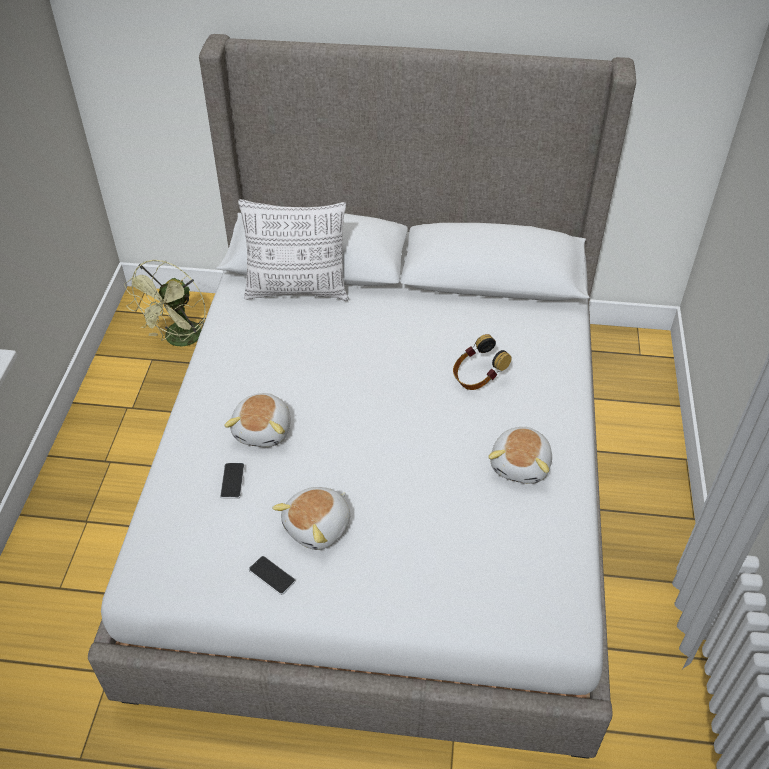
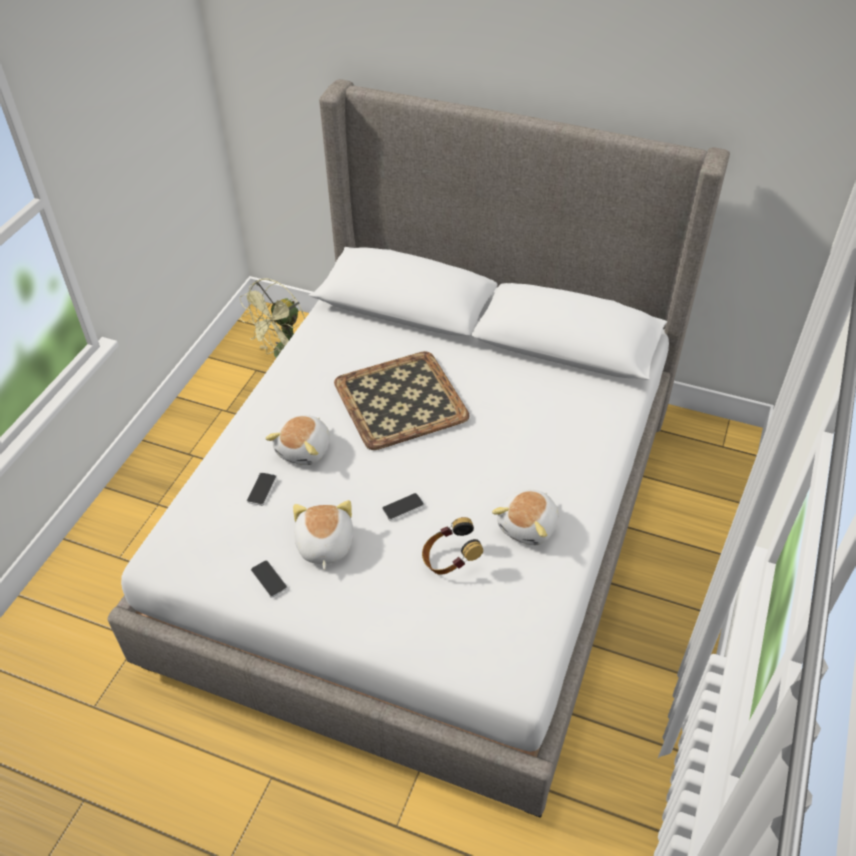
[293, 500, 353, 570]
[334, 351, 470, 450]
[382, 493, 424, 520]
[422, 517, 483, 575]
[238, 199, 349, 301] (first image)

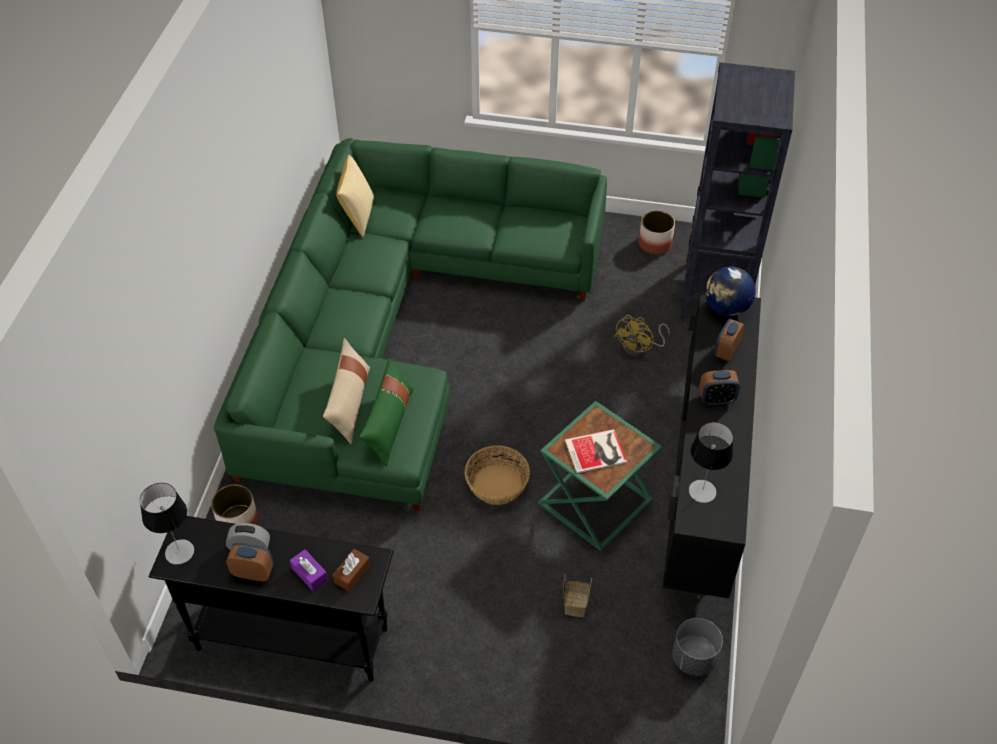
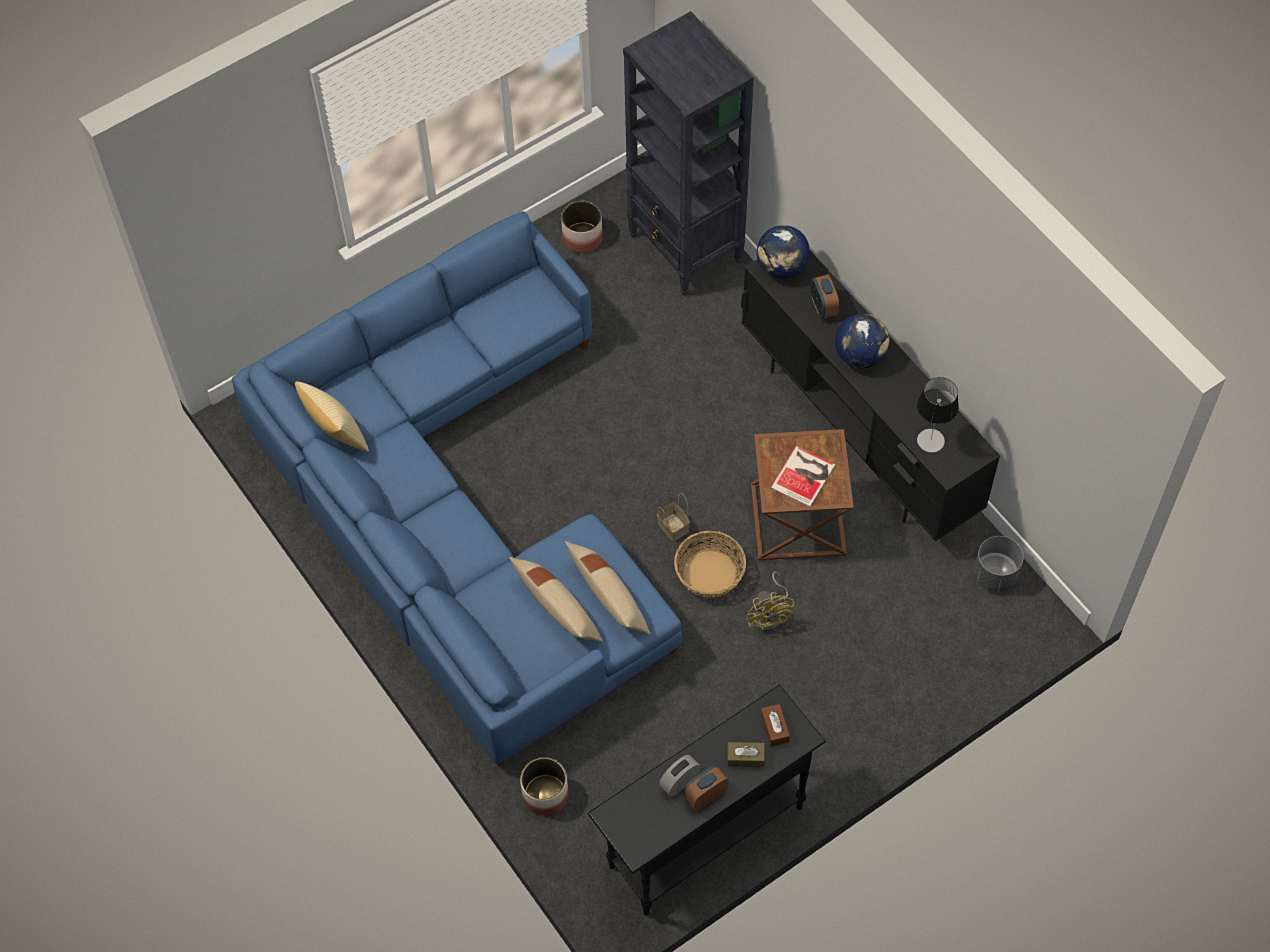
[232, 211, 682, 767]
[565, 541, 650, 634]
[657, 493, 690, 541]
[727, 742, 765, 767]
[746, 571, 795, 631]
[751, 429, 854, 560]
[835, 314, 890, 368]
[140, 483, 194, 565] (first image)

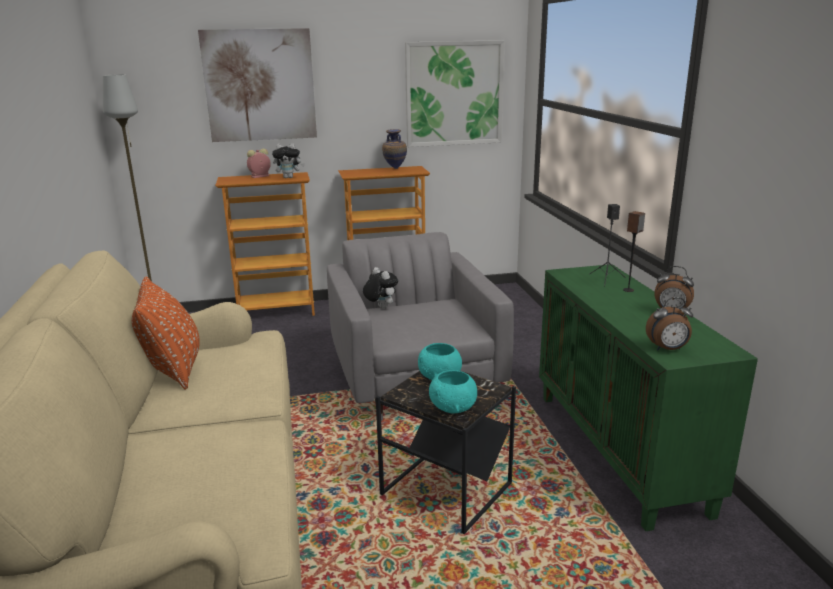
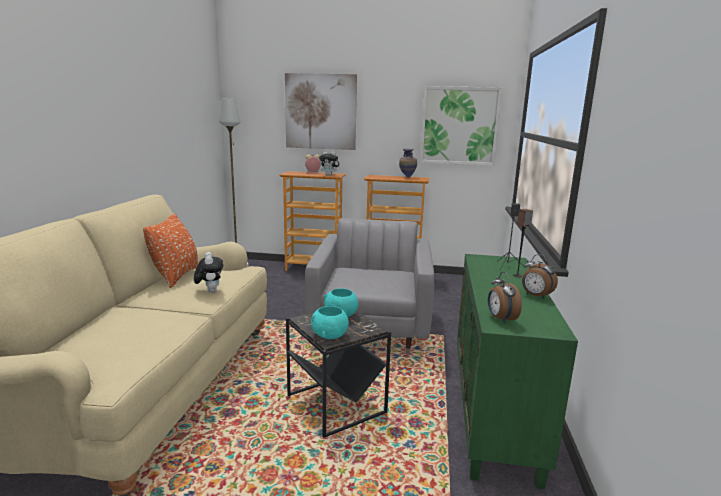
[194, 252, 223, 293]
[488, 272, 522, 324]

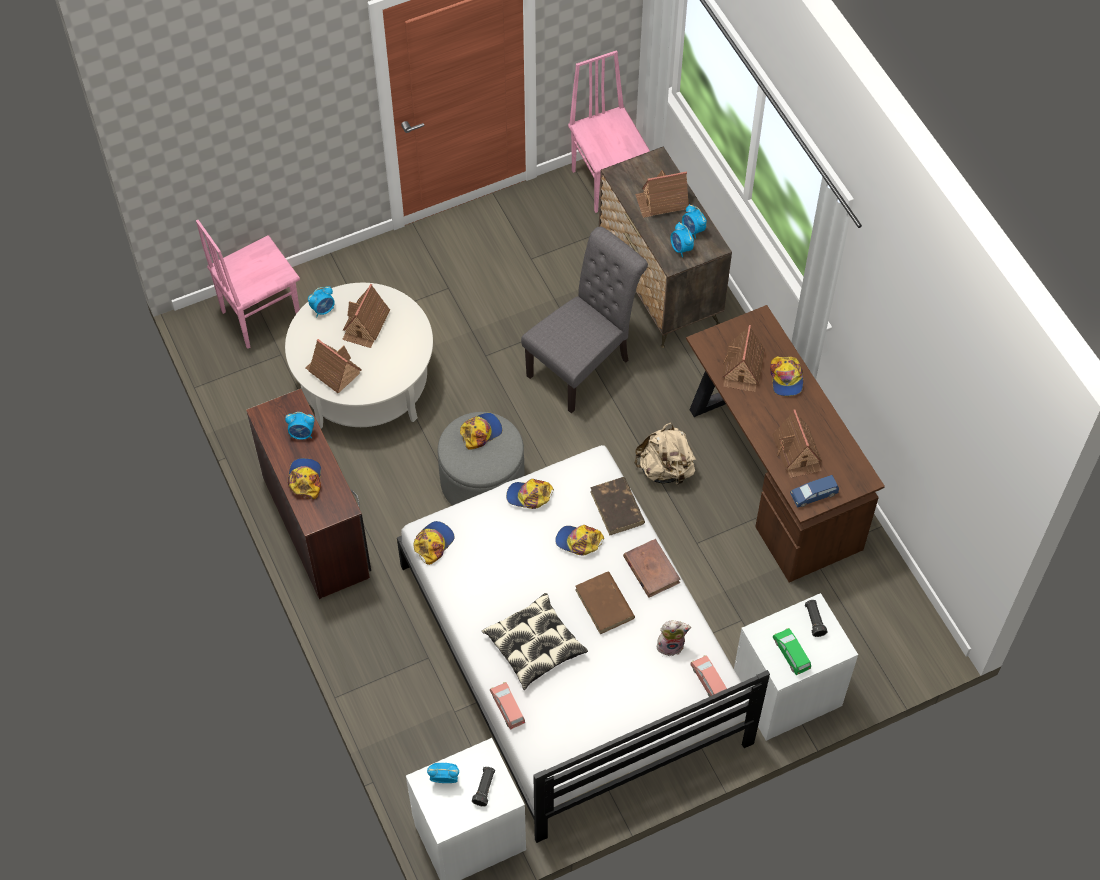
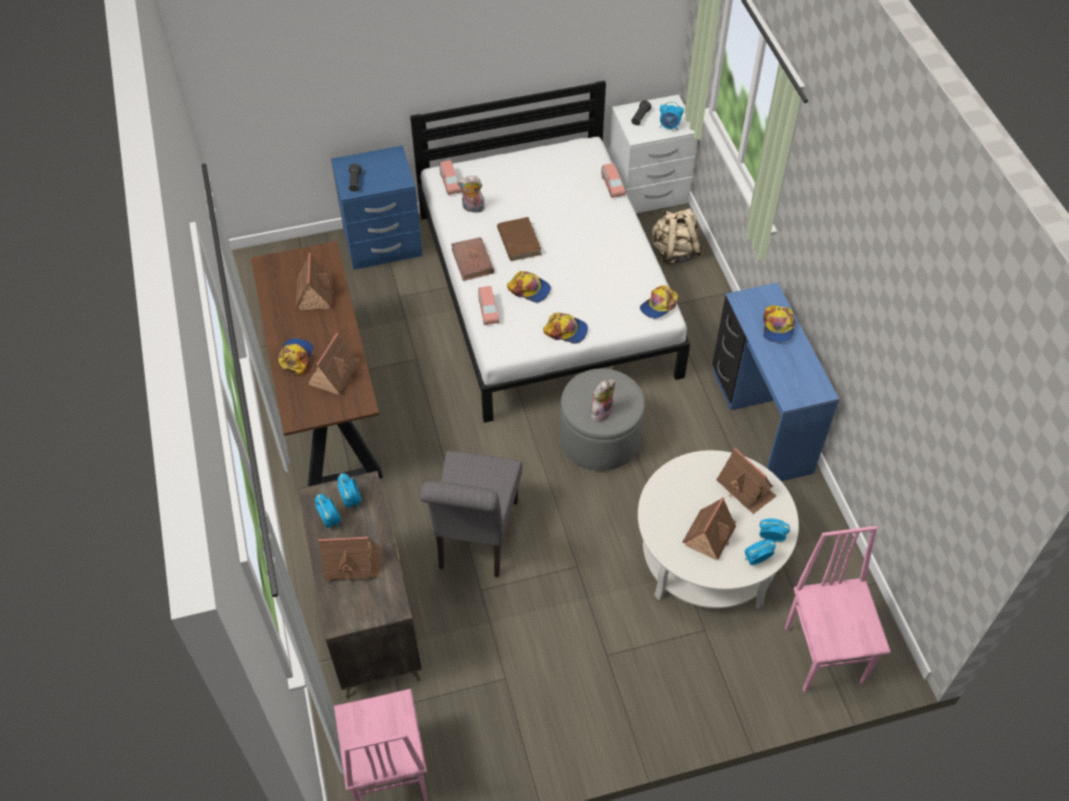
[331, 145, 423, 270]
[420, 451, 522, 578]
[478, 286, 499, 325]
[590, 380, 615, 422]
[652, 208, 703, 265]
[712, 282, 839, 481]
[760, 519, 790, 542]
[785, 526, 891, 692]
[482, 593, 588, 690] (first image)
[773, 628, 811, 675] (first image)
[790, 475, 839, 508] (first image)

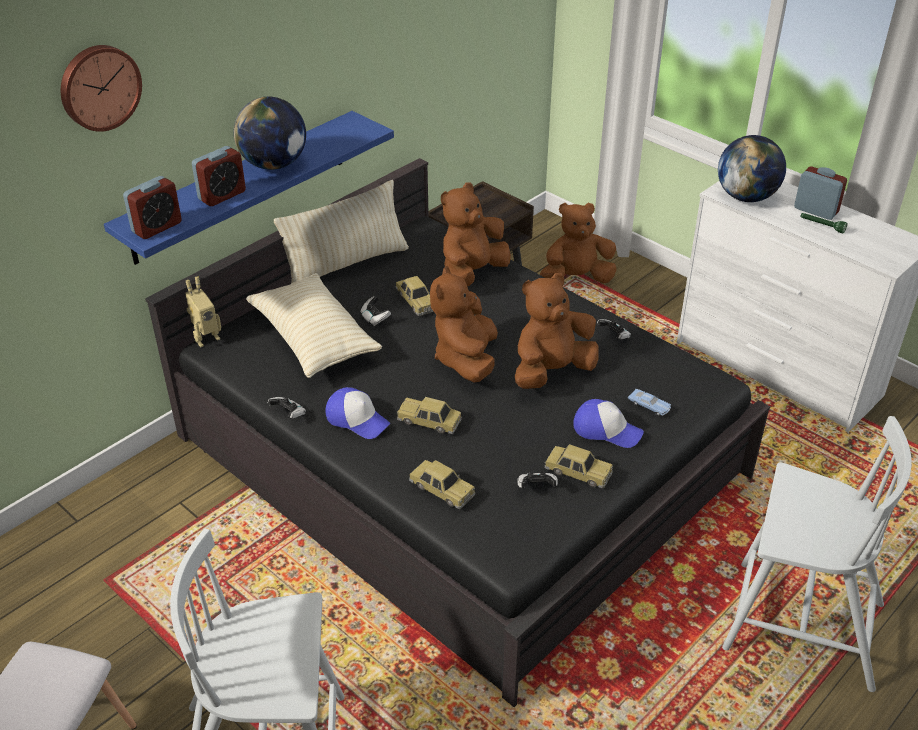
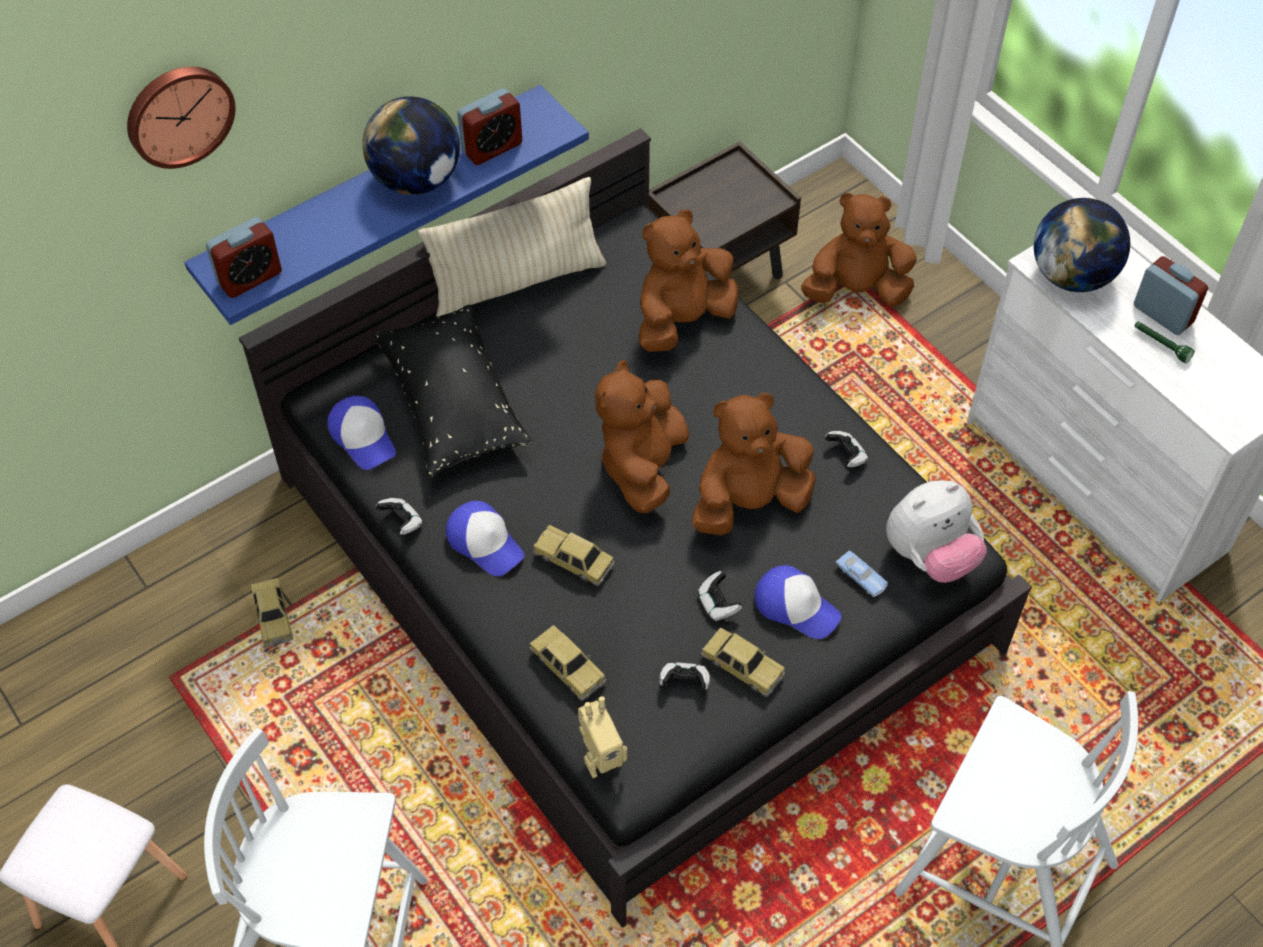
[251, 578, 293, 647]
[327, 396, 396, 470]
[373, 305, 533, 478]
[457, 88, 522, 165]
[578, 696, 627, 778]
[698, 571, 742, 621]
[886, 481, 987, 583]

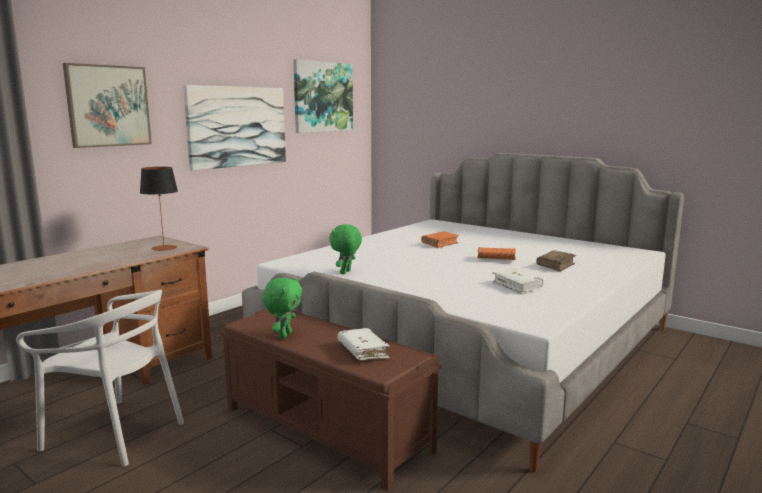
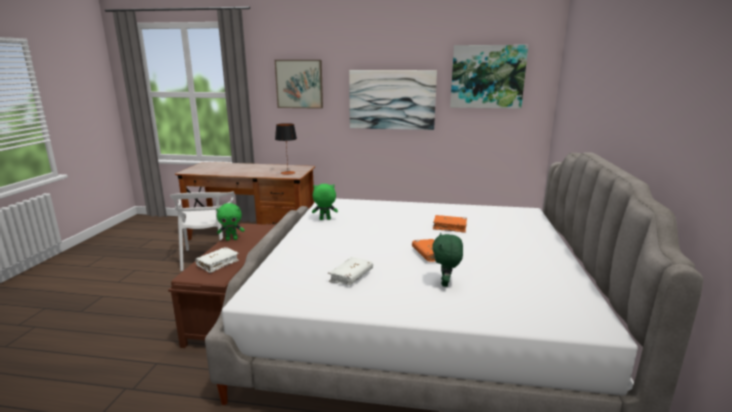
[432, 233, 463, 287]

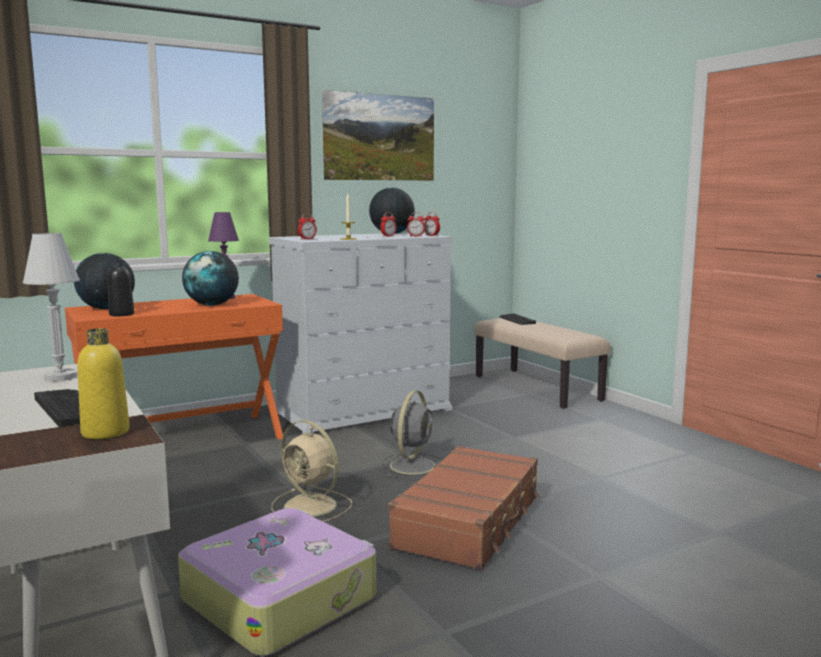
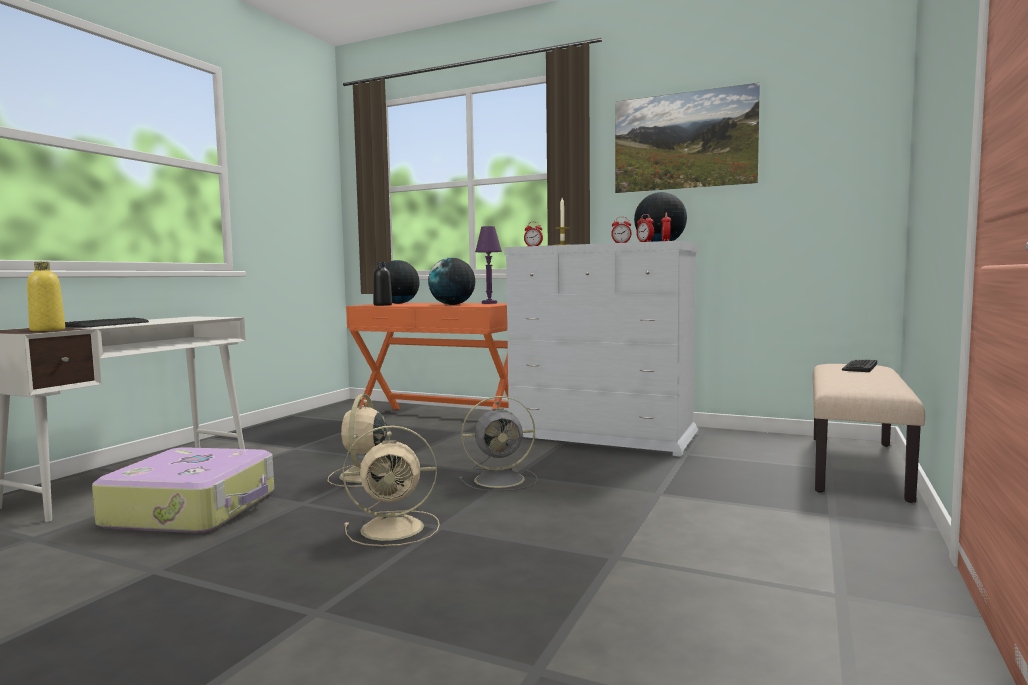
[343, 425, 440, 546]
[23, 233, 80, 381] (first image)

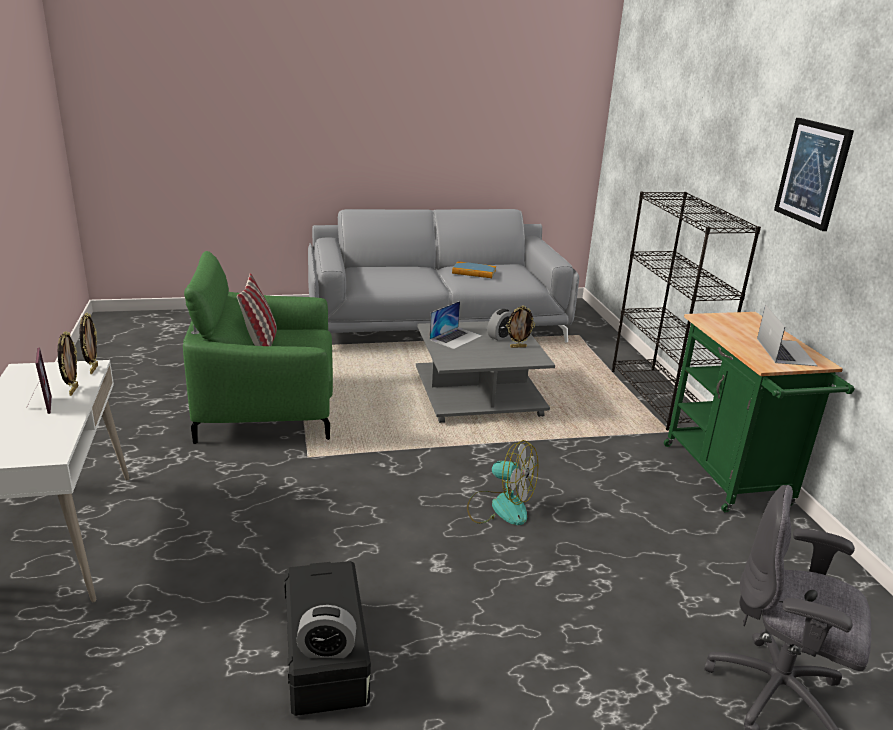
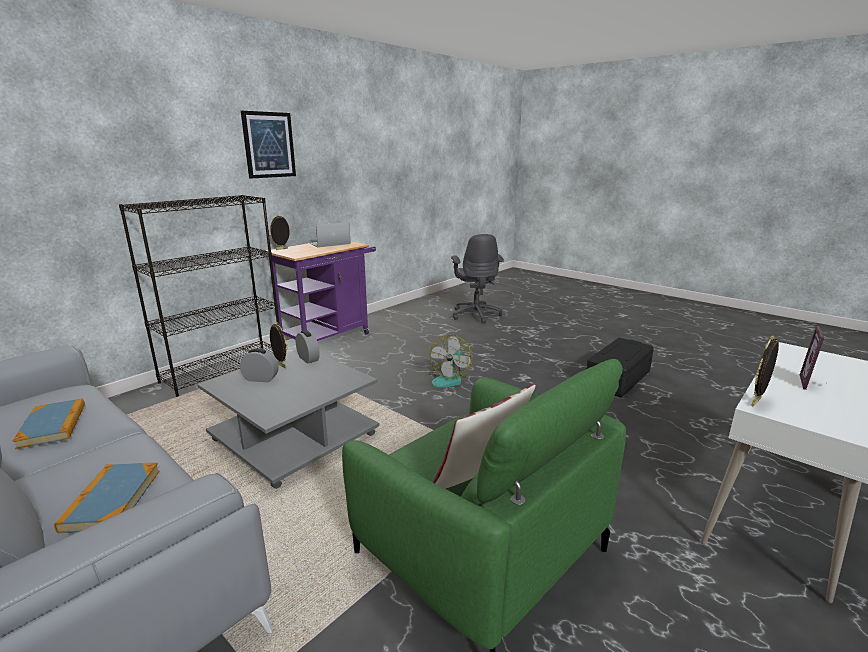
[54, 463, 159, 533]
[264, 241, 376, 341]
[269, 215, 290, 250]
[296, 330, 320, 364]
[429, 334, 473, 388]
[429, 301, 482, 349] (first image)

